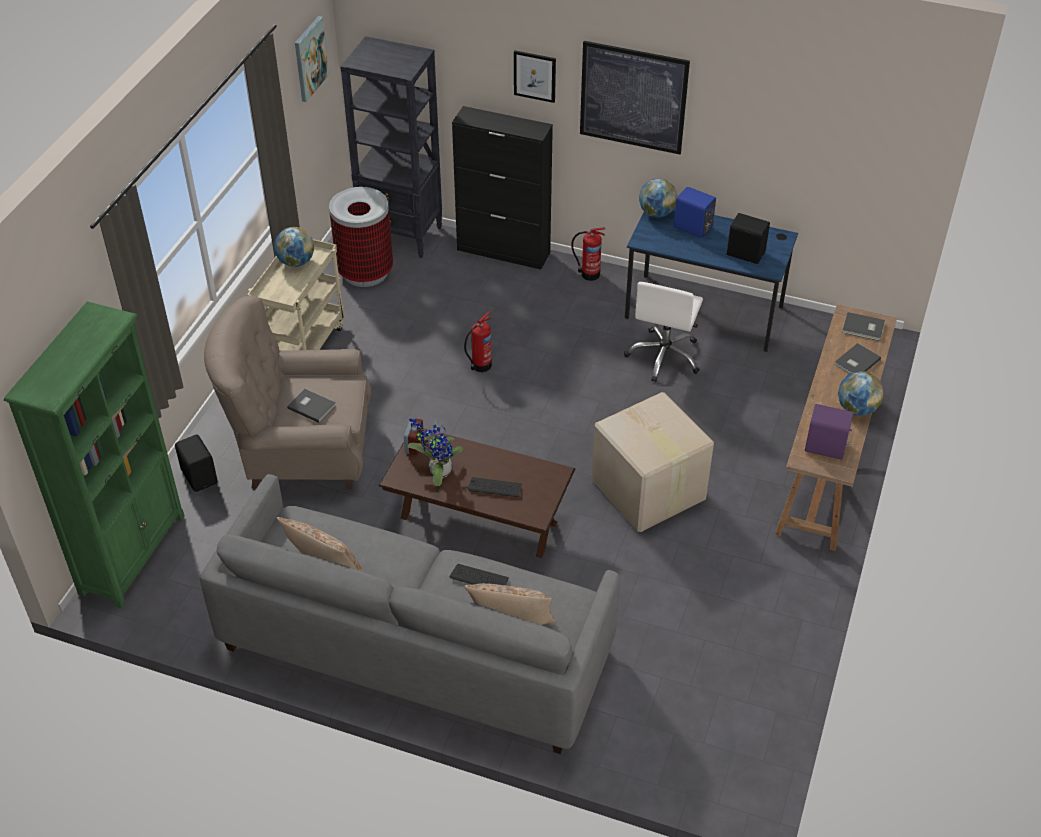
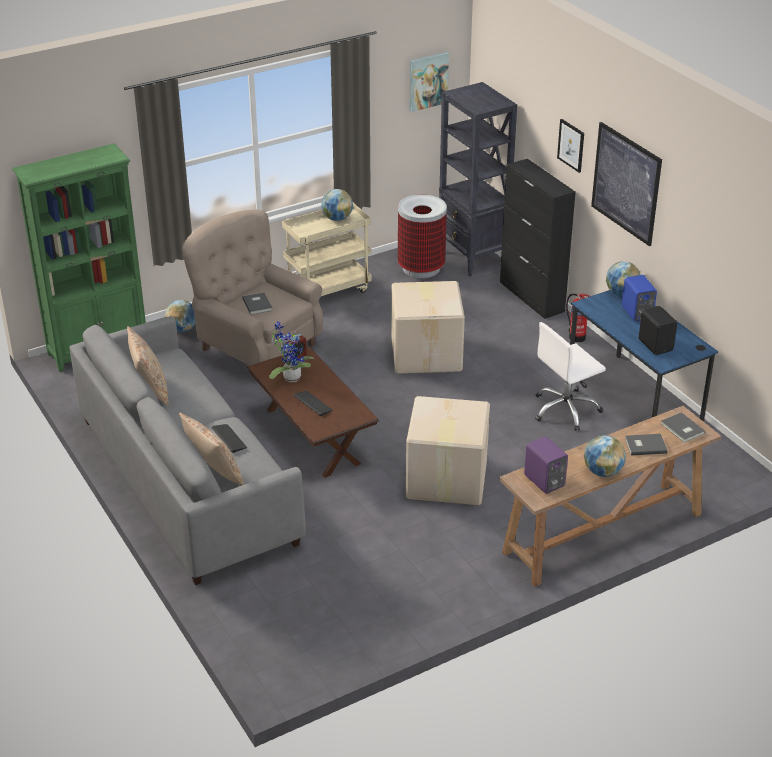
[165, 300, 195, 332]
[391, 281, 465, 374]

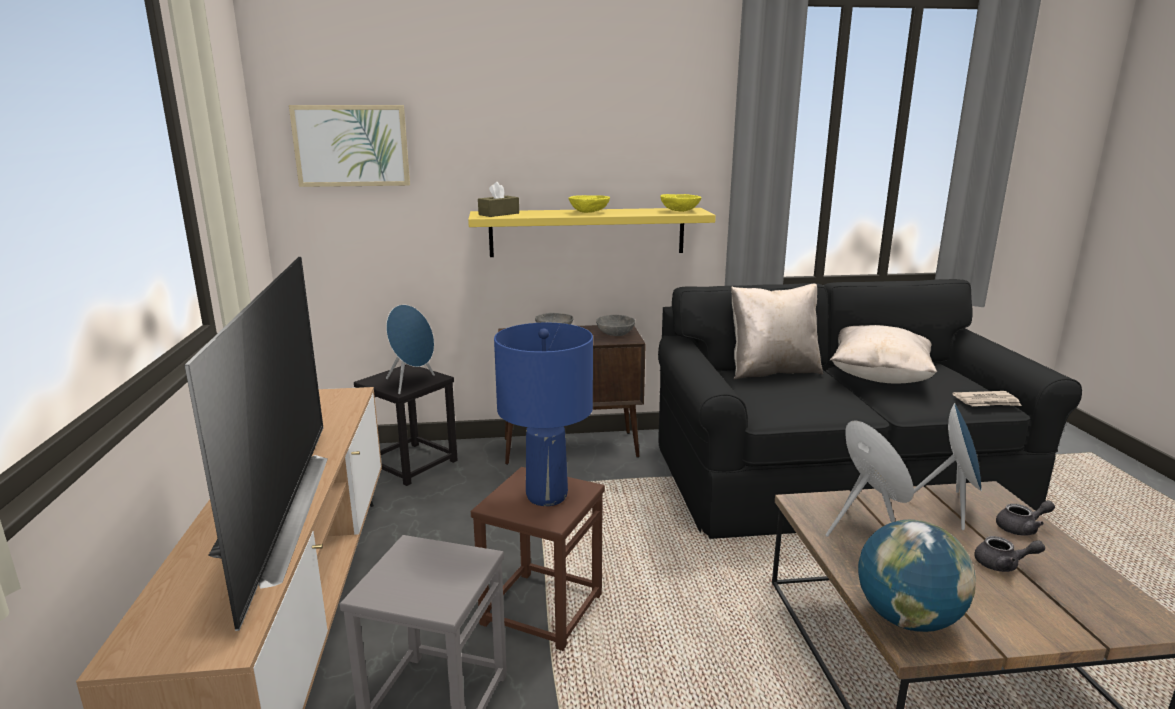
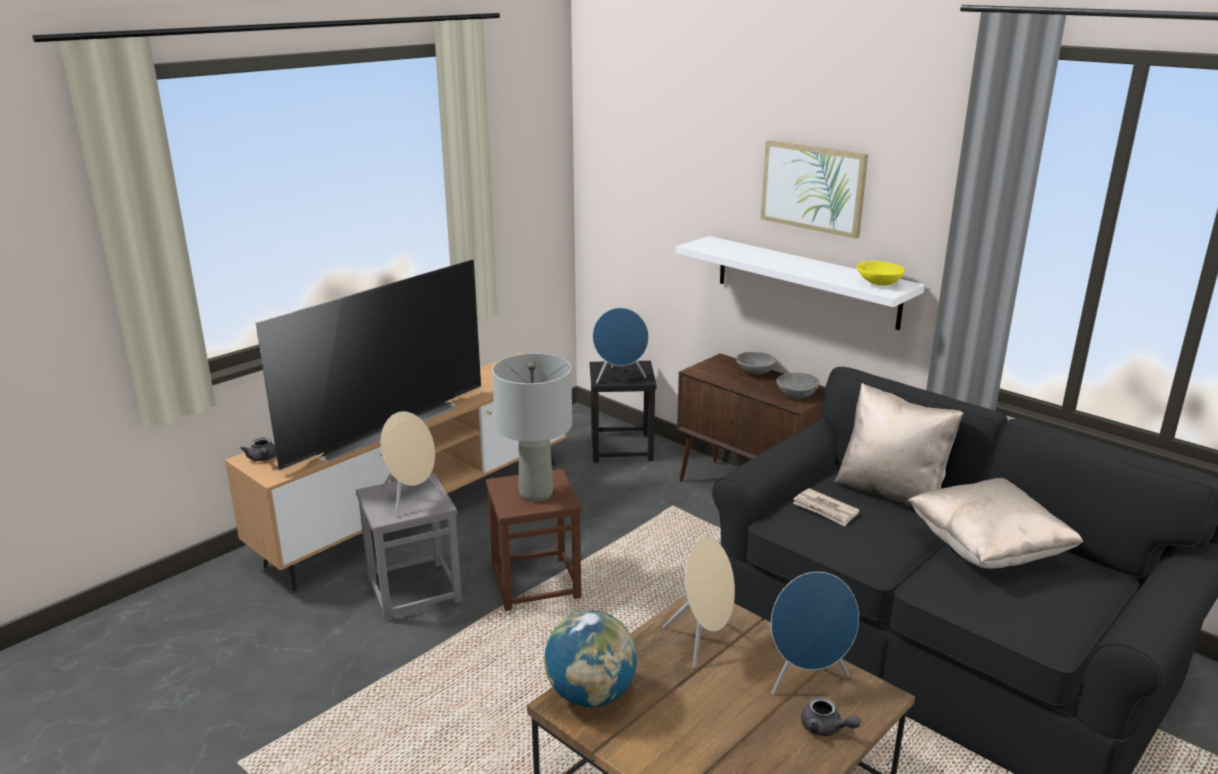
[241, 438, 276, 461]
[380, 411, 436, 517]
[492, 354, 572, 502]
[676, 236, 925, 330]
[761, 140, 868, 238]
[793, 488, 860, 526]
[478, 182, 519, 217] (first image)
[568, 195, 610, 213] (first image)

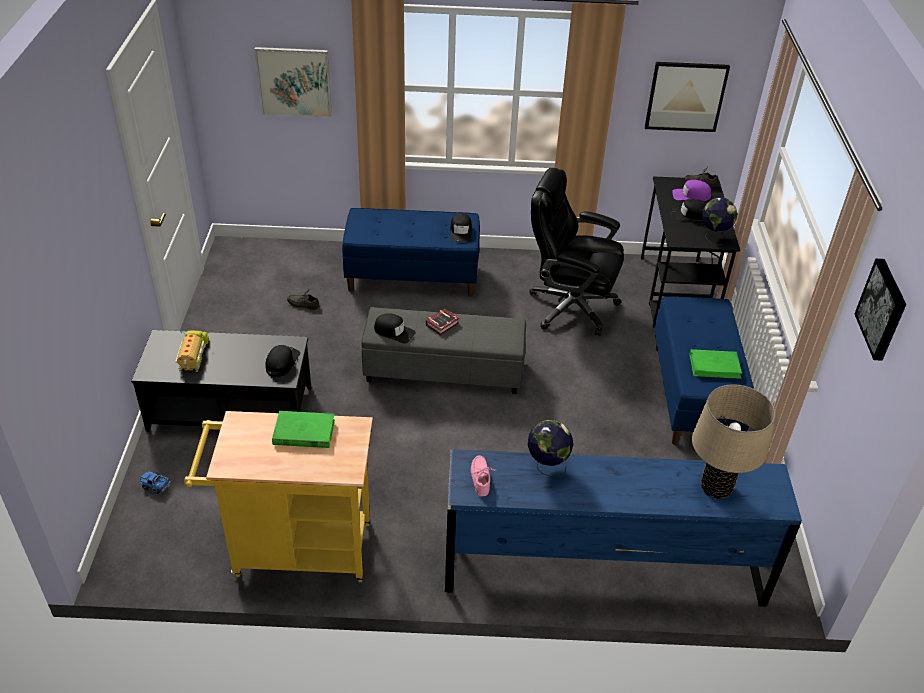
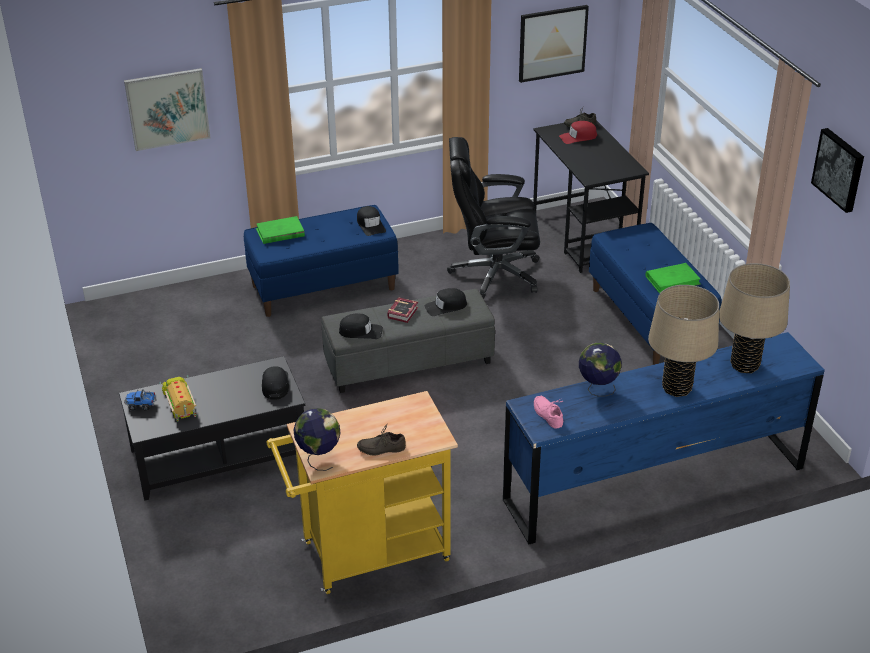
[124, 389, 157, 411]
[256, 216, 305, 244]
[293, 408, 341, 471]
[357, 423, 406, 456]
[425, 288, 467, 316]
[559, 121, 597, 144]
[648, 285, 719, 397]

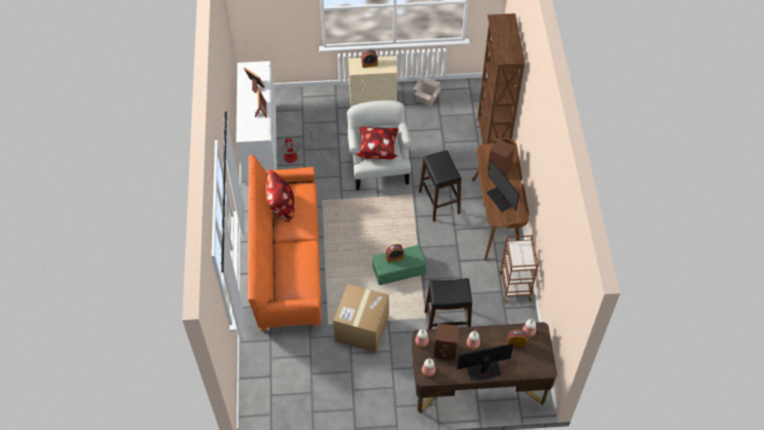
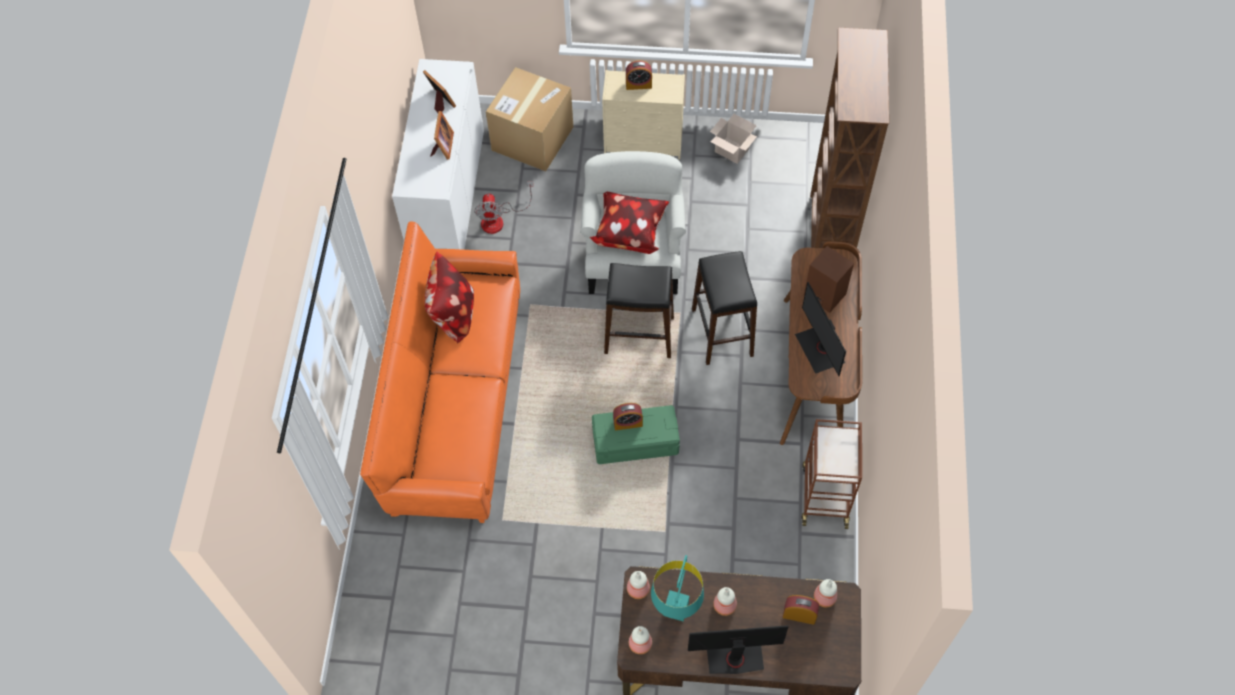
[486, 67, 573, 171]
[604, 263, 674, 358]
[651, 555, 704, 621]

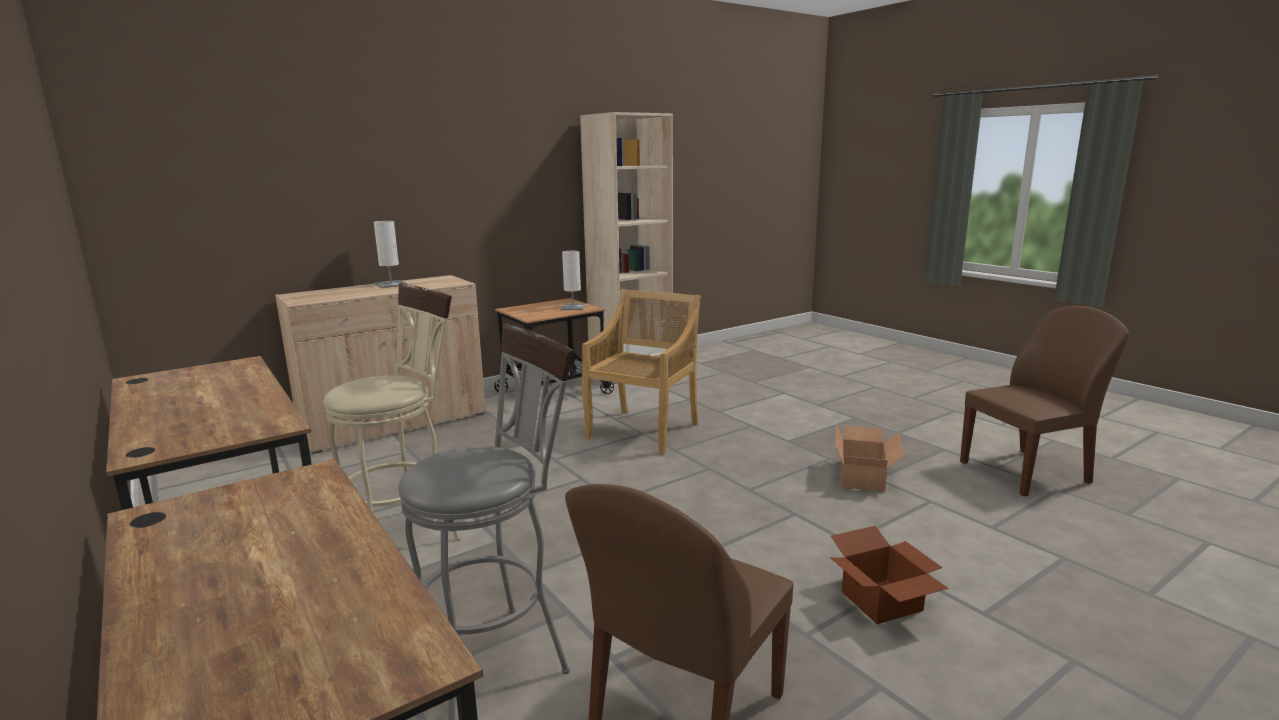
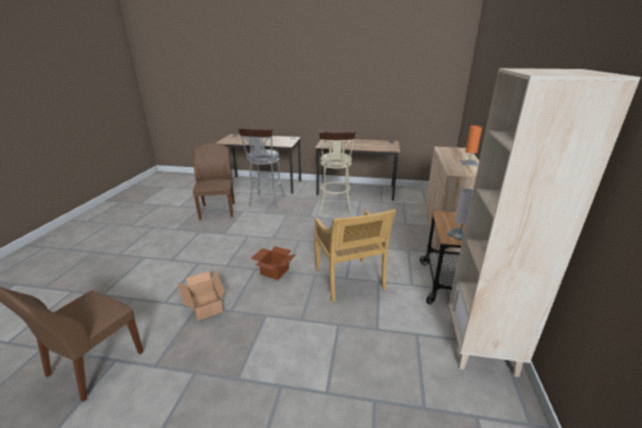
[250, 246, 297, 280]
[460, 126, 482, 166]

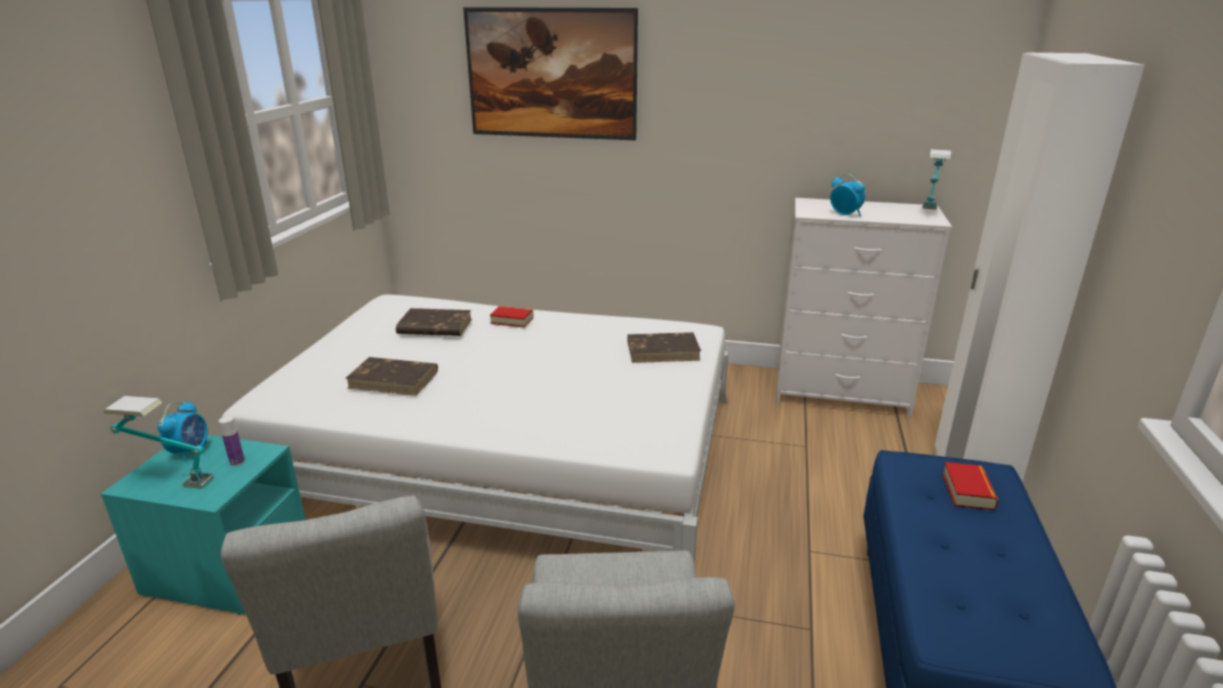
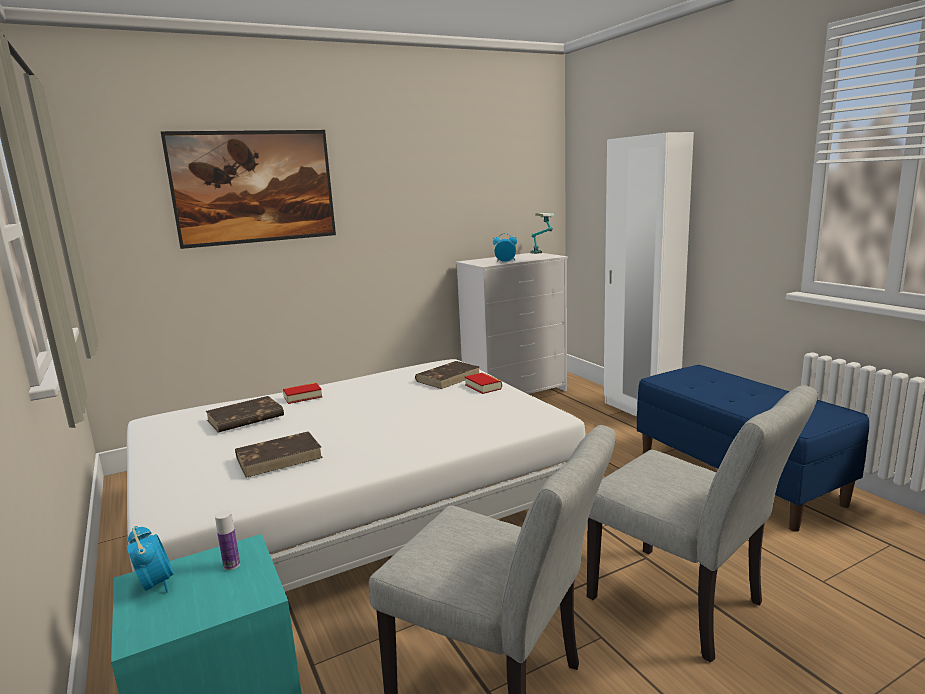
[465, 373, 502, 394]
[104, 396, 213, 489] (first image)

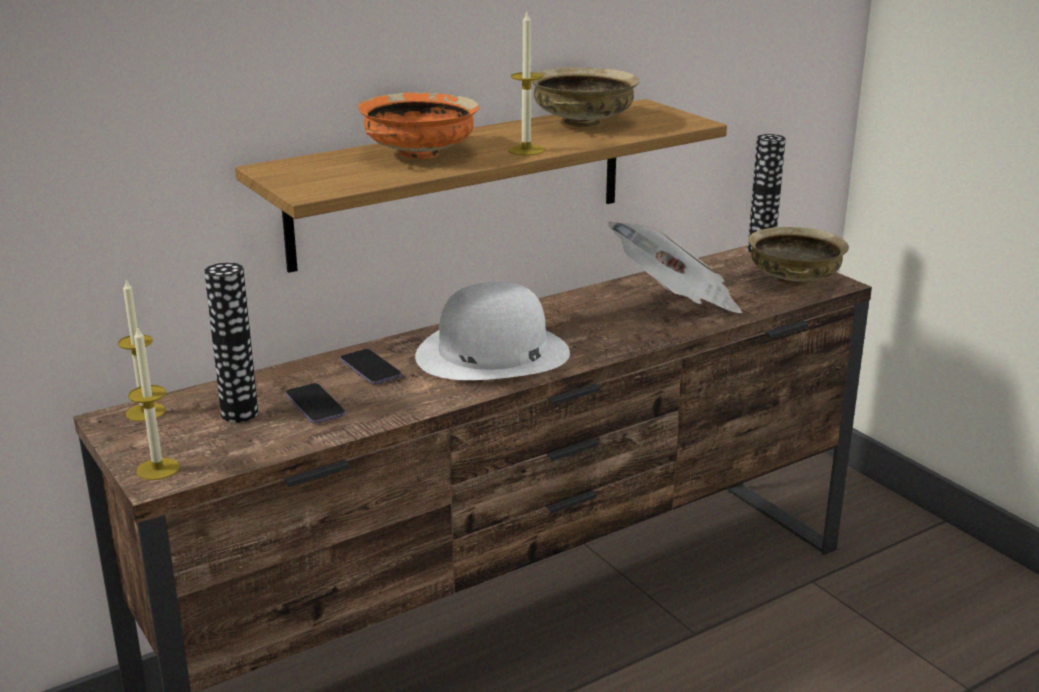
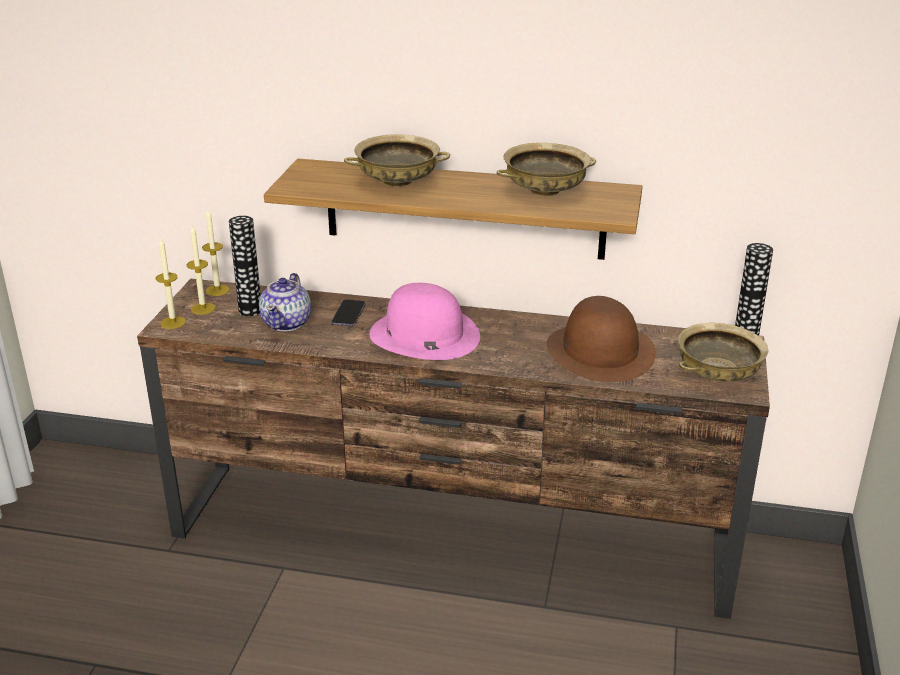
[187, 226, 215, 315]
[259, 273, 311, 331]
[344, 134, 450, 187]
[369, 283, 480, 360]
[547, 296, 656, 382]

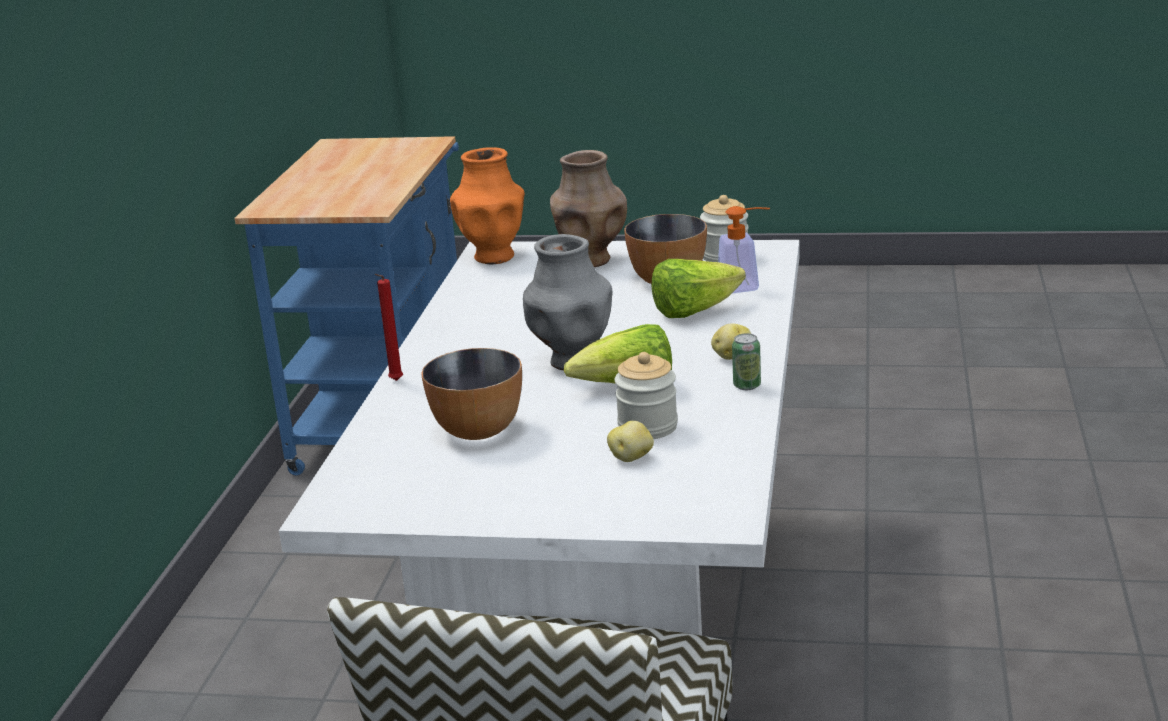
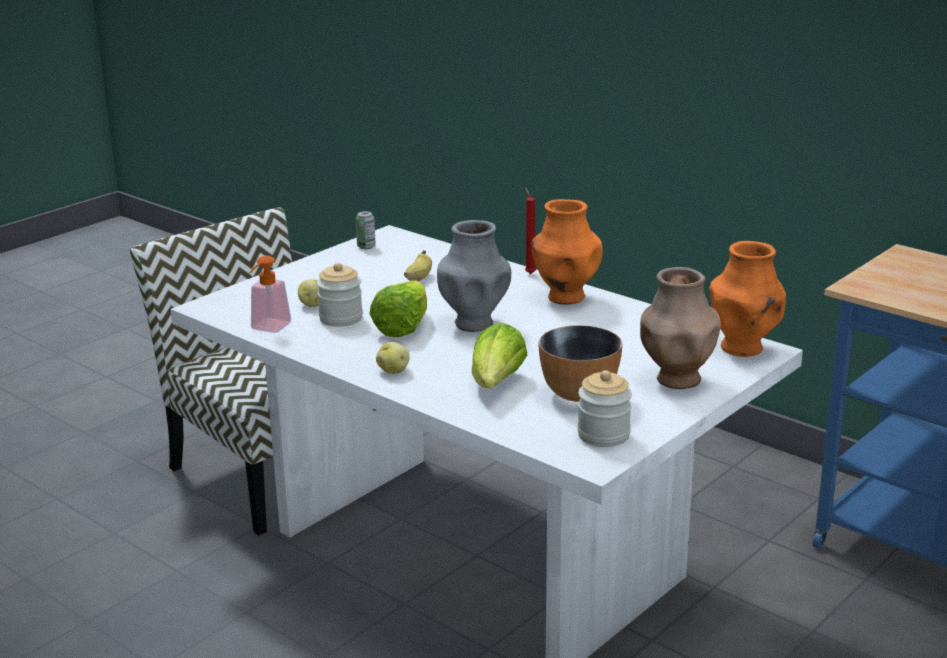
[250, 256, 291, 333]
[356, 211, 376, 249]
[404, 250, 432, 281]
[531, 199, 603, 305]

